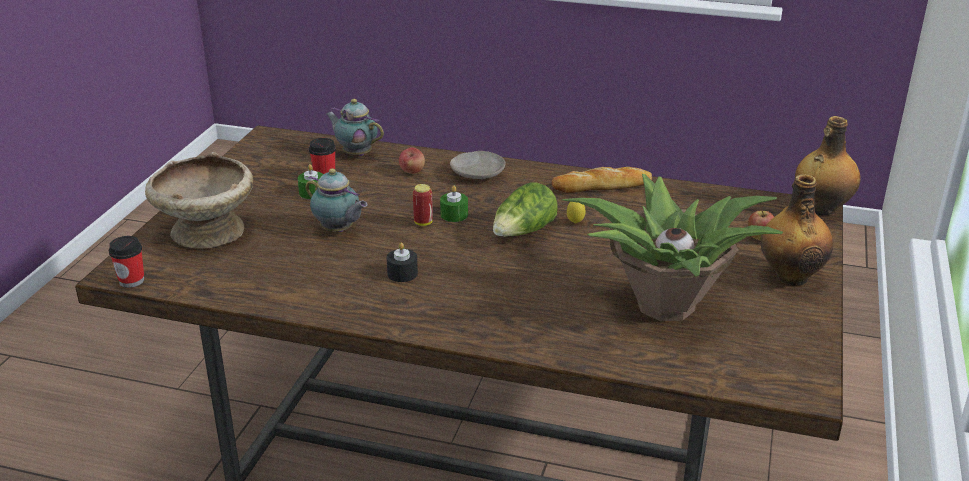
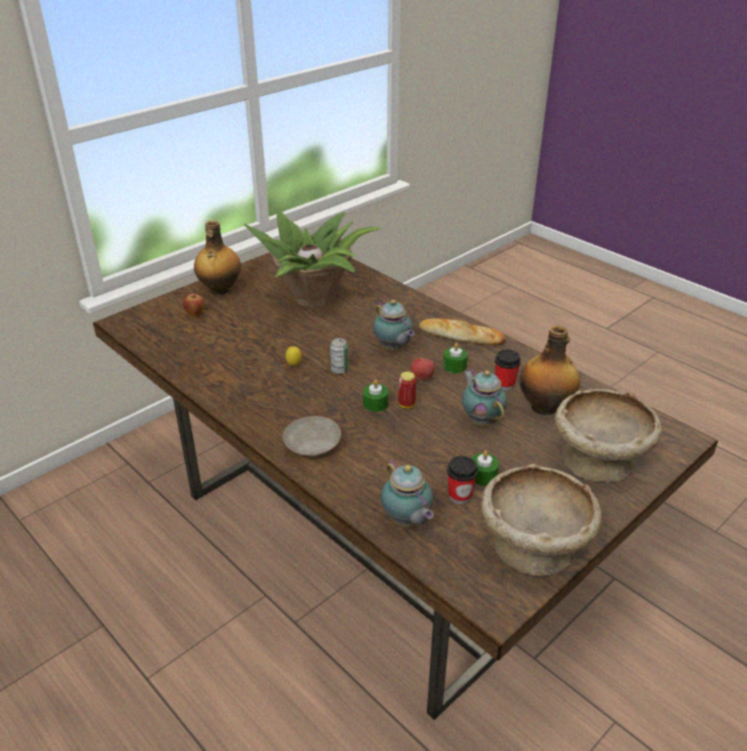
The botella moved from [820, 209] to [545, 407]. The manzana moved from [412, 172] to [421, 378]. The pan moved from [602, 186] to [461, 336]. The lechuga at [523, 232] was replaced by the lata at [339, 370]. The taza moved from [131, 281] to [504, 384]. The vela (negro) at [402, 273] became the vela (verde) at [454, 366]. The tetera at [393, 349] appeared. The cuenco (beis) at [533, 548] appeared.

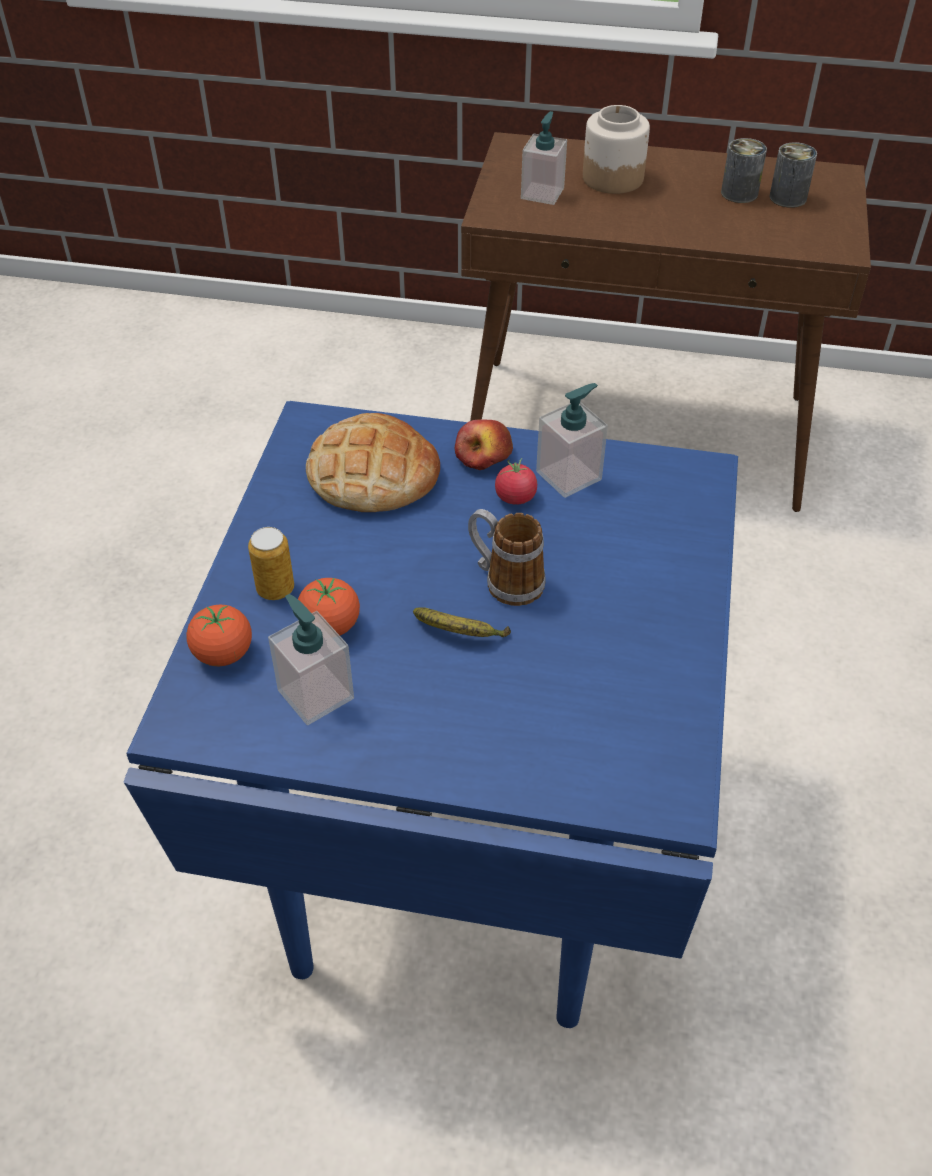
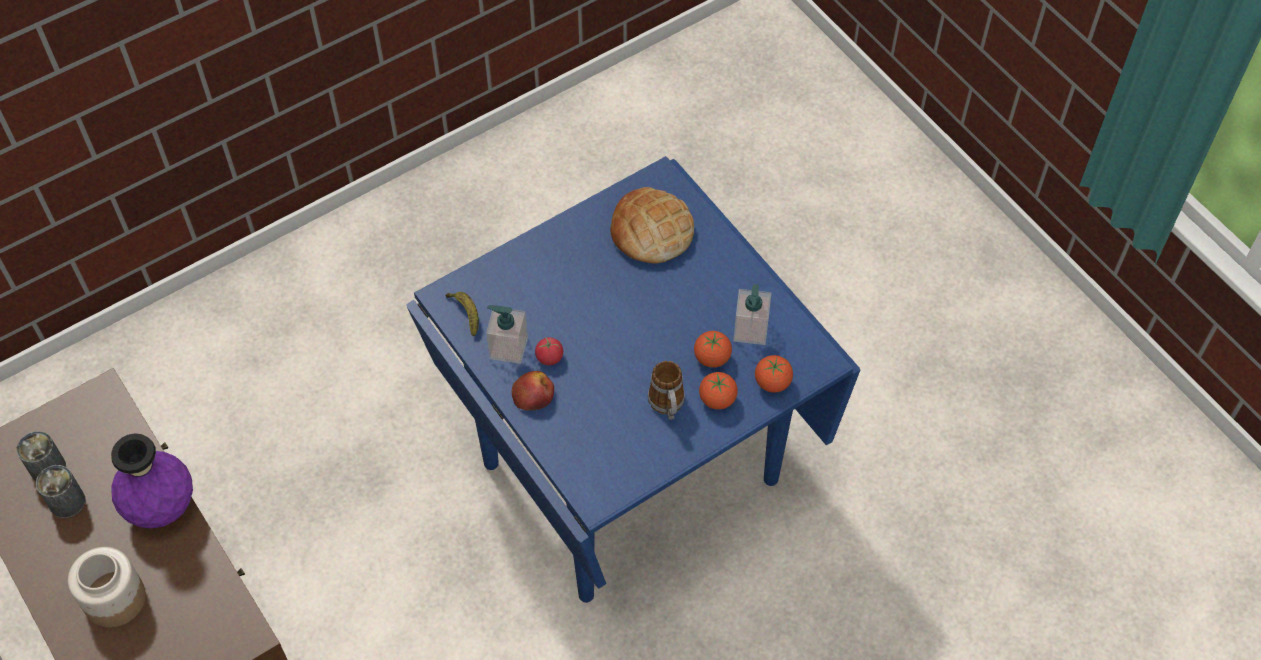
The dispensador de jabón at [542, 193] disappeared. The pan moved from [373, 474] to [651, 231]. The taza grande moved from [505, 580] to [667, 406]. The lata at [275, 589] was replaced by the tomate at [717, 399]. The plátano moved from [460, 633] to [465, 314]. The florero (morado) at [162, 508] appeared.

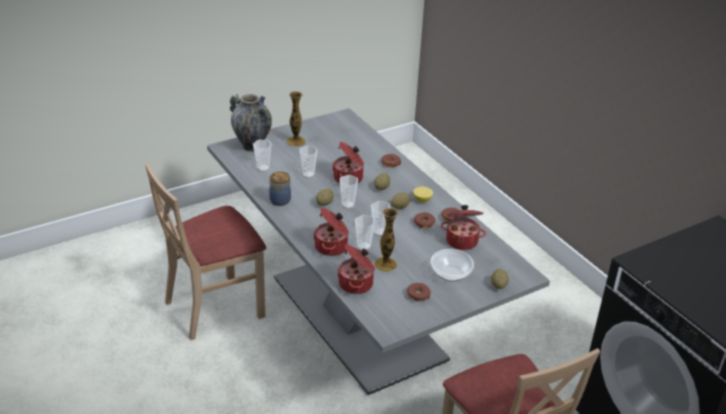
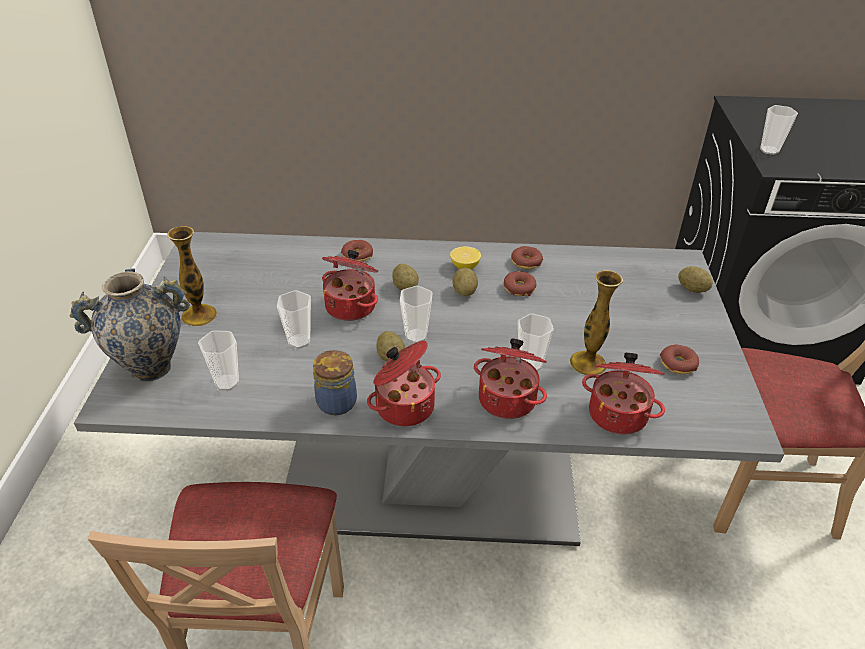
The taza moved from [379, 232] to [769, 150]. The olla moved from [462, 240] to [404, 405]. The cuenco at [450, 274] disappeared.

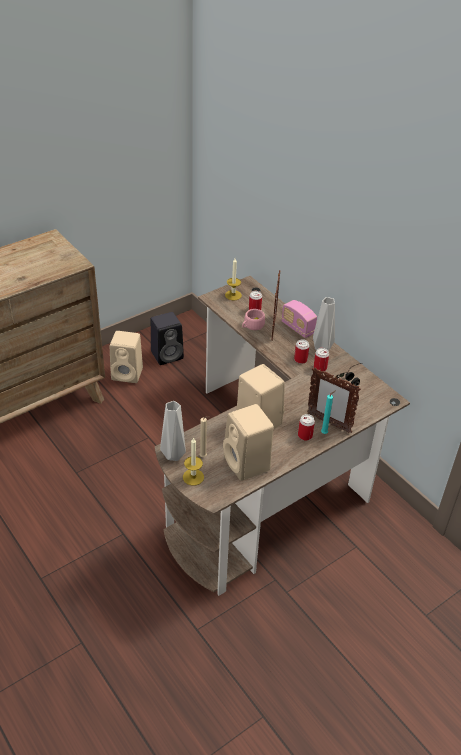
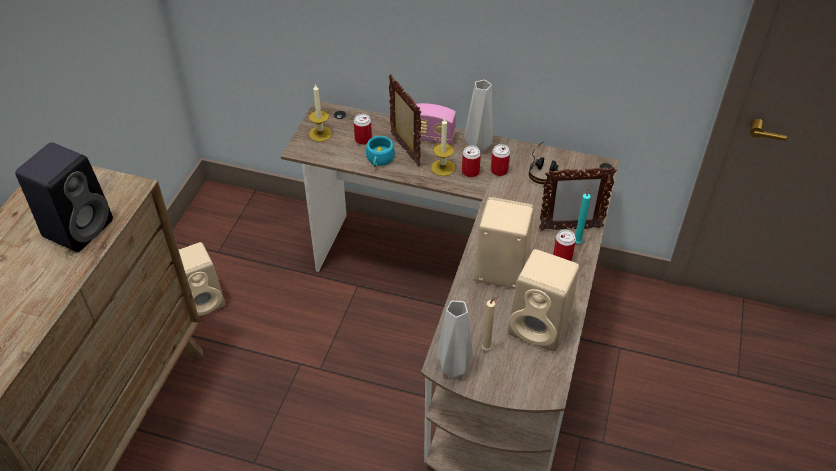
The taza (rosa) at [252, 326] became the taza (turquesa) at [379, 160]. The altavoz (negro) moved from [168, 355] to [79, 227]. The vela moved from [193, 477] to [443, 167].

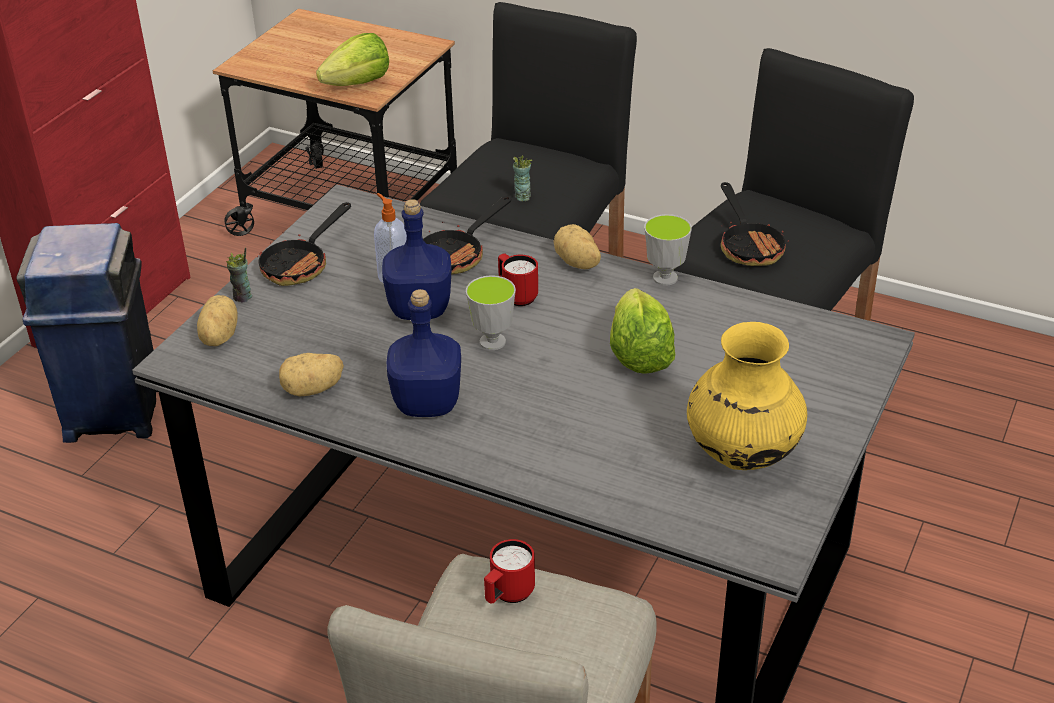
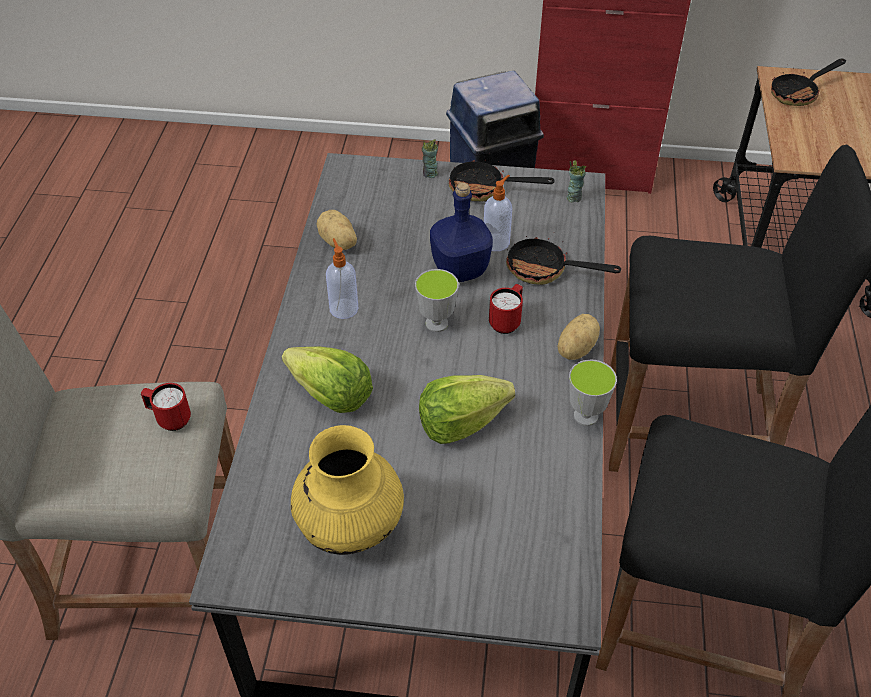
The lechuga moved from [358, 83] to [330, 395]. The taza moved from [522, 196] to [573, 197]. The sartén moved from [749, 245] to [798, 93]. The botella (azul) at [427, 404] was replaced by the dispensador de jabón at [343, 308]. The patata at [218, 337] disappeared.

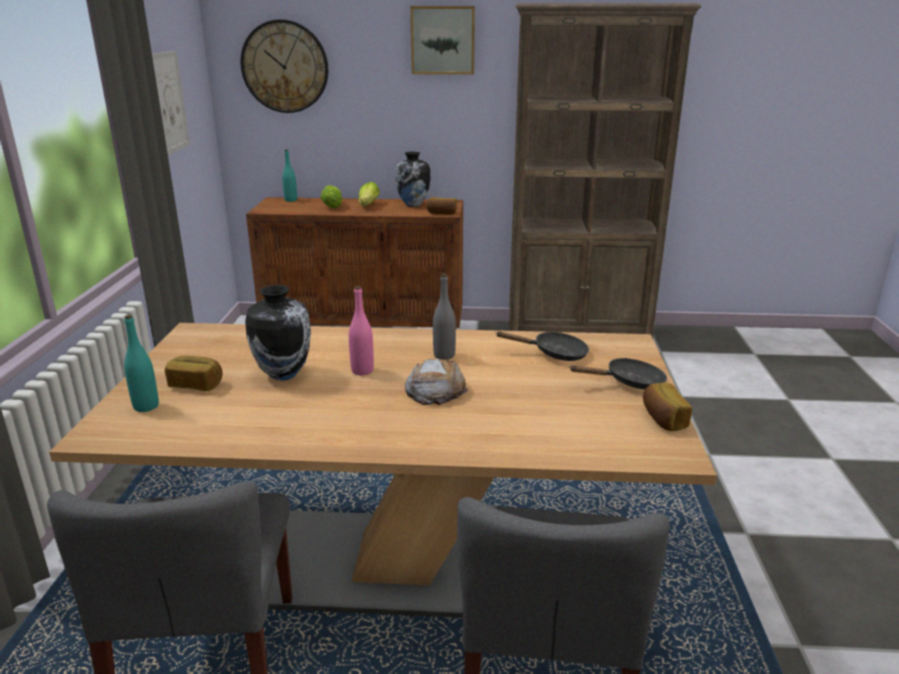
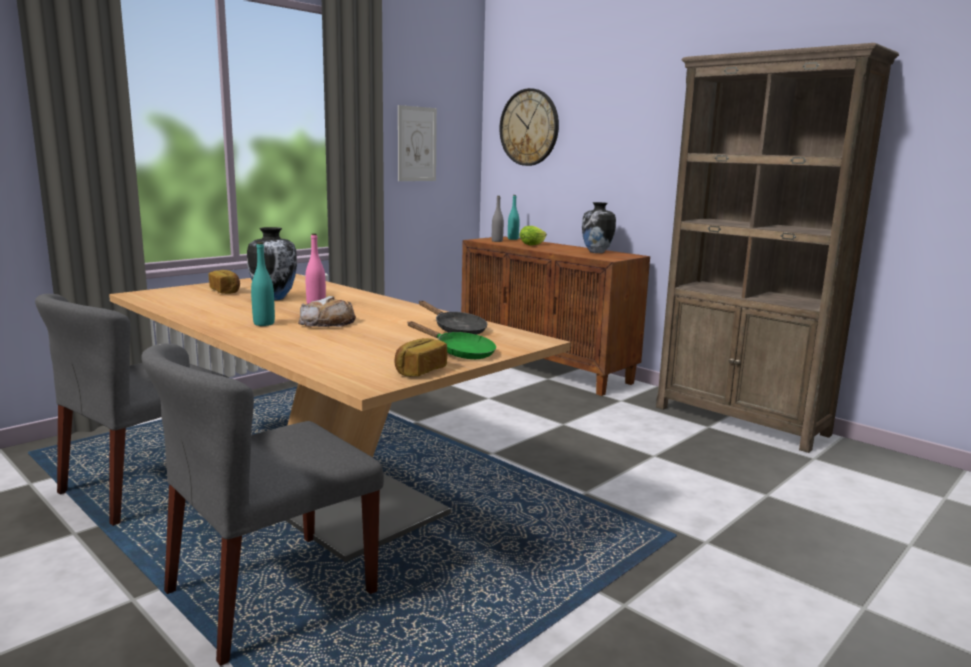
The cuadro at [443, 40] disappeared. The lechuga at [367, 205] disappeared. The pan at [442, 213] disappeared. The botella (gris) moved from [444, 355] to [497, 241]. The botella (turquesa) moved from [146, 406] to [264, 324]. The sartén (negro) at [629, 382] became the sartén (verde) at [460, 353].

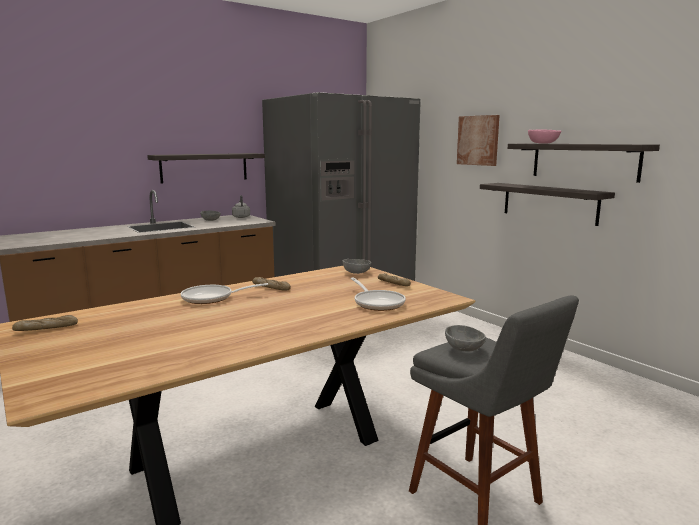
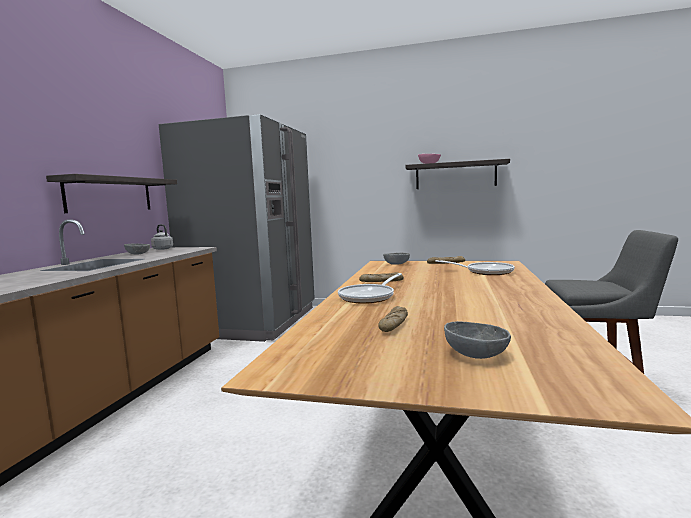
The cuadro at [478, 140] disappeared. The estante at [549, 203] disappeared. The pan moved from [46, 328] to [394, 325]. The cuenco (gris) moved from [464, 348] to [476, 354].

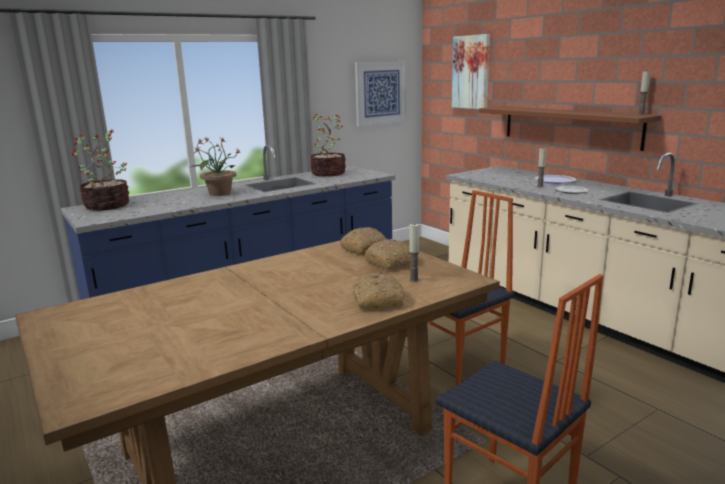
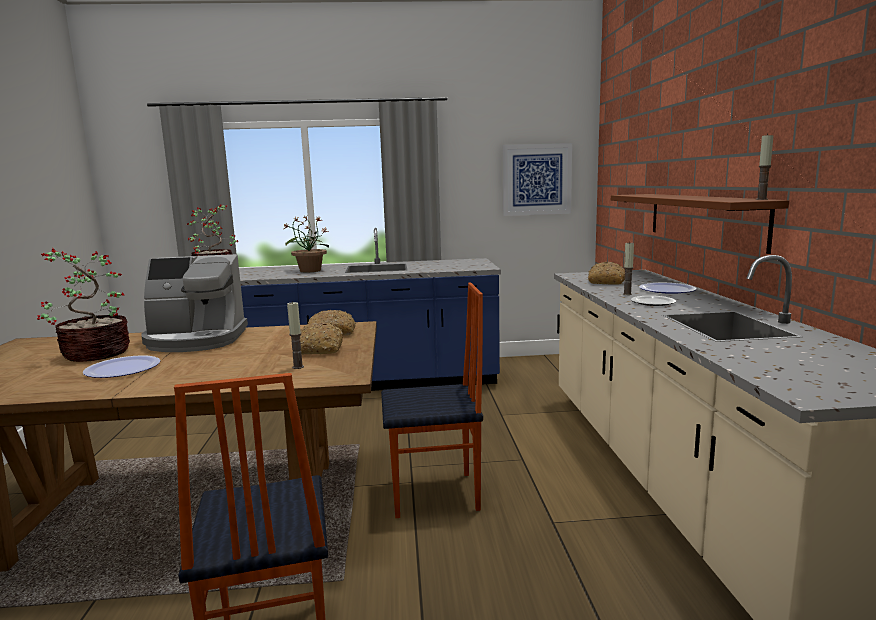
The cuadro at [471, 72] disappeared. The planta en maceta moved from [328, 174] to [94, 354]. The pan moved from [377, 300] to [606, 281]. The cafetera at [196, 340] appeared. The plato at [123, 369] appeared.

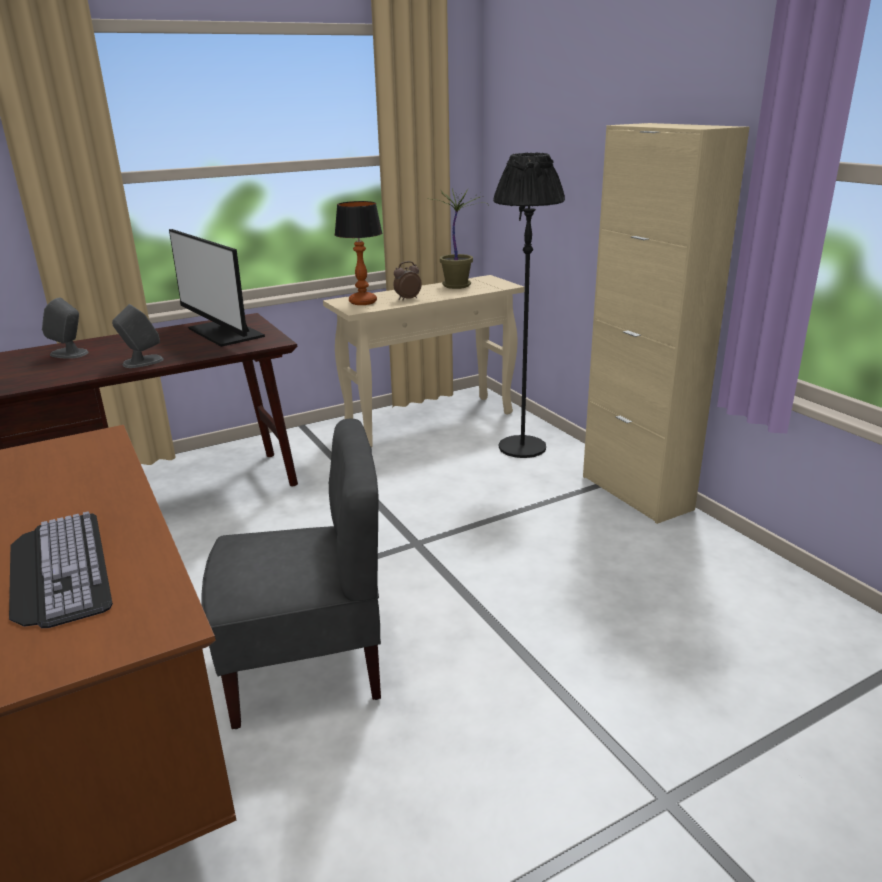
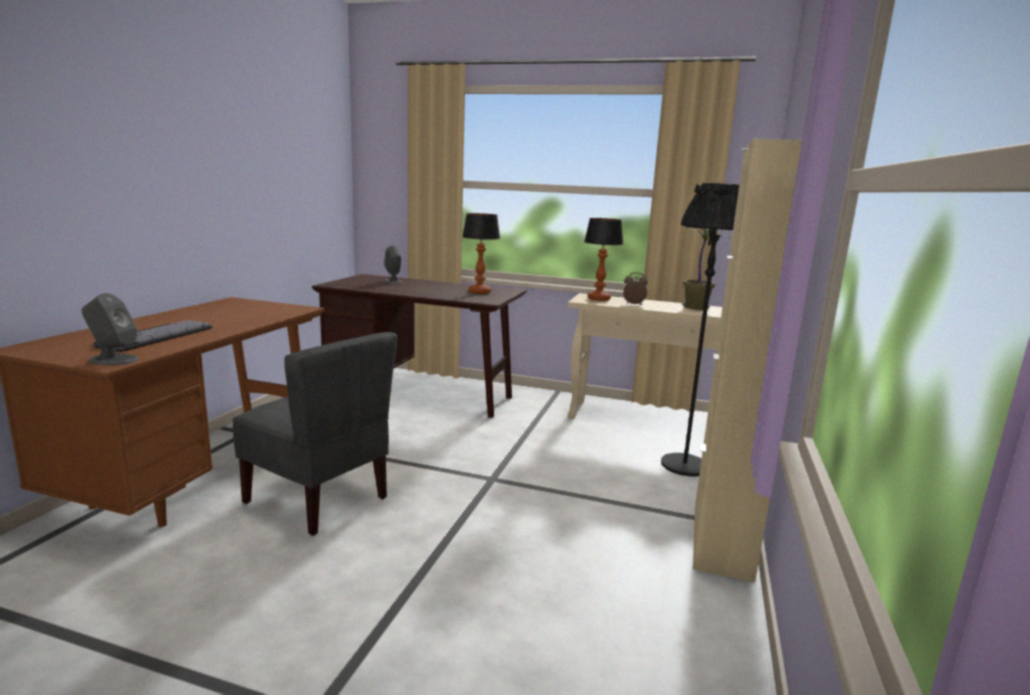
The monitor at [224, 333] was replaced by the lámpara de mesa at [480, 292]. The altavoz (gris) moved from [142, 362] to [113, 360].

